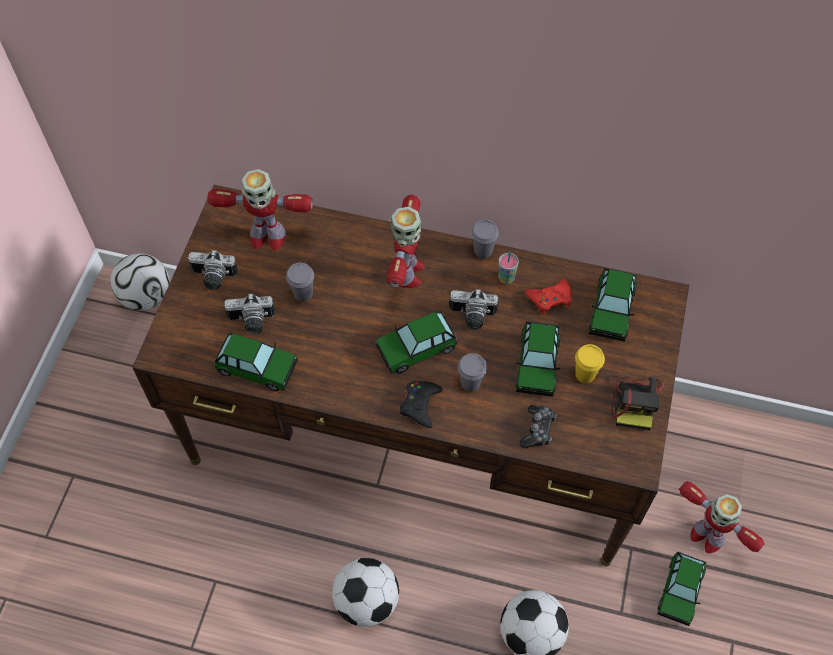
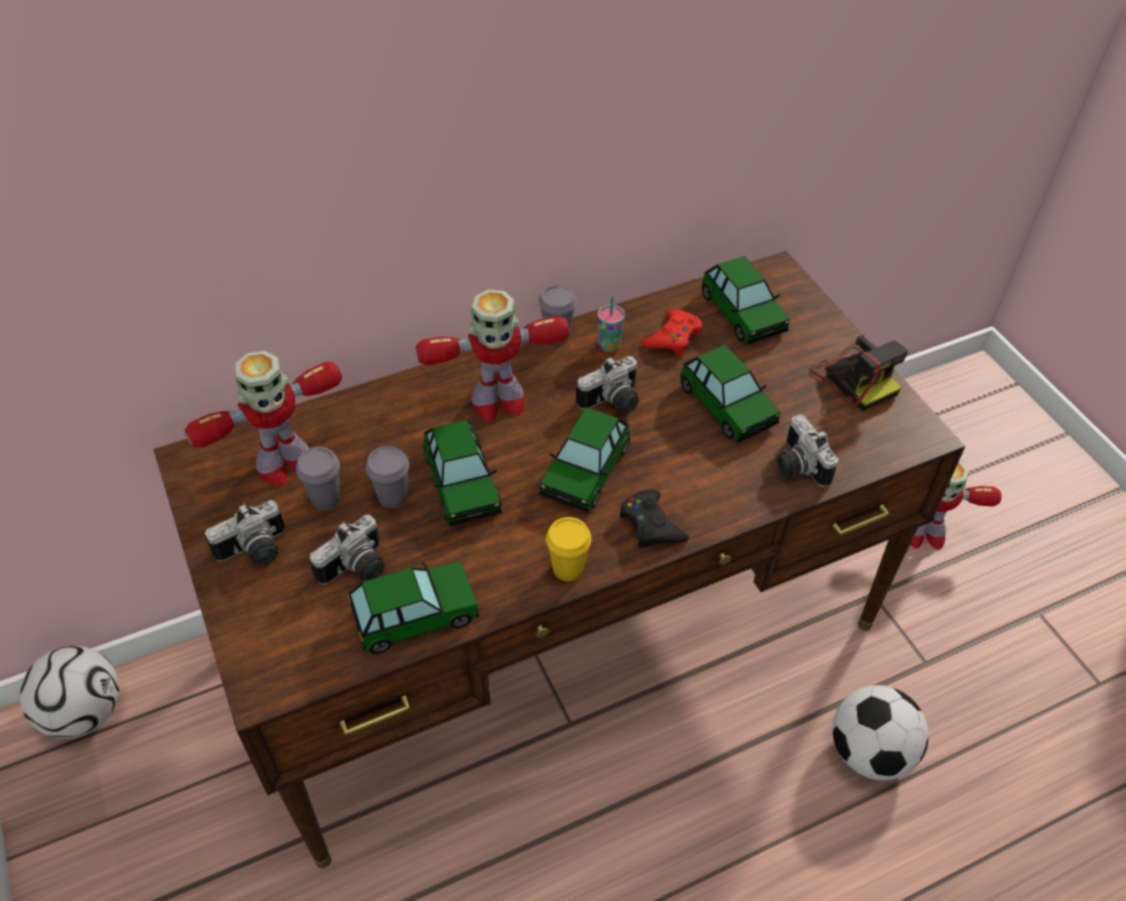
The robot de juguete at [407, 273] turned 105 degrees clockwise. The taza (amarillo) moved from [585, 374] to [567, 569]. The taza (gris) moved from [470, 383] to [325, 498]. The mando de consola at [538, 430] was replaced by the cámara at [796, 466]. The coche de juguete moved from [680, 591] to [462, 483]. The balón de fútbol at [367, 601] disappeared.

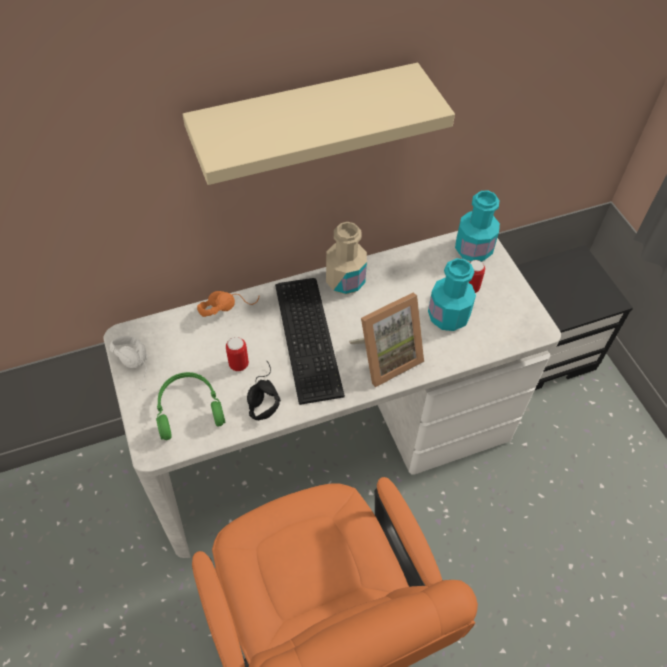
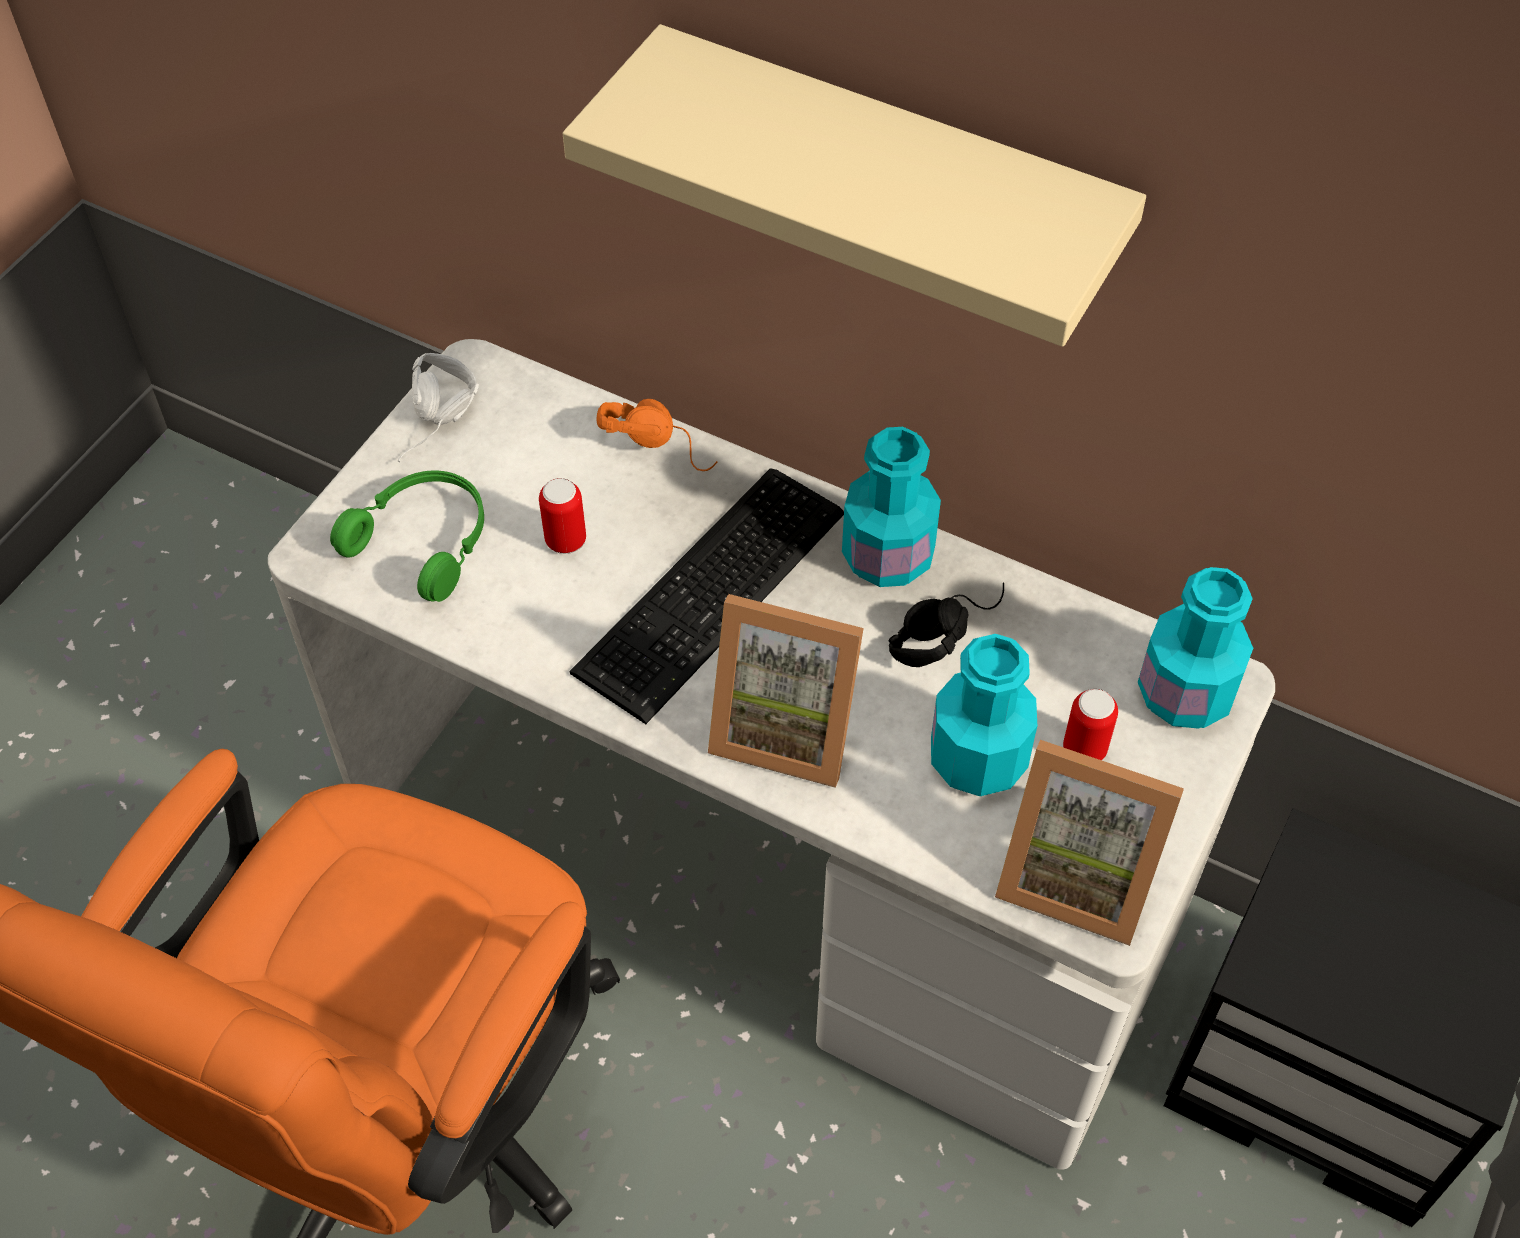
The botella (beis) at [345, 281] became the botella (turquesa) at [887, 555]. The auriculares (negro) moved from [260, 394] to [942, 628]. The portarretratos at [1077, 874] appeared.

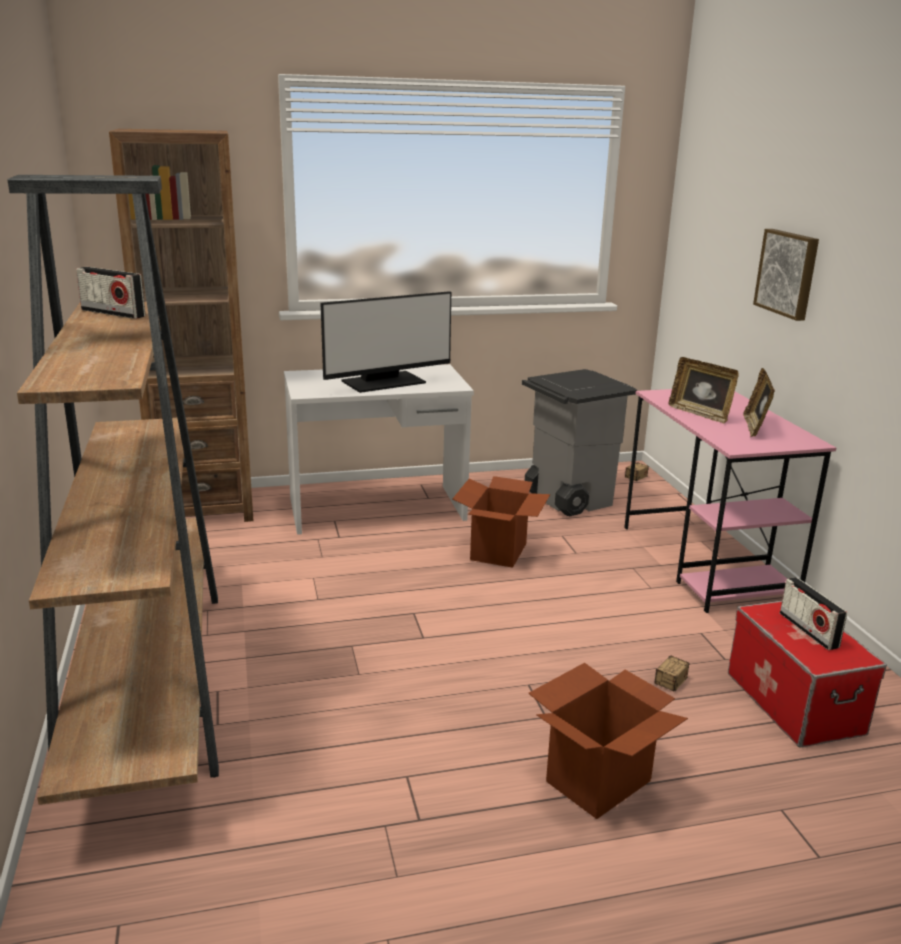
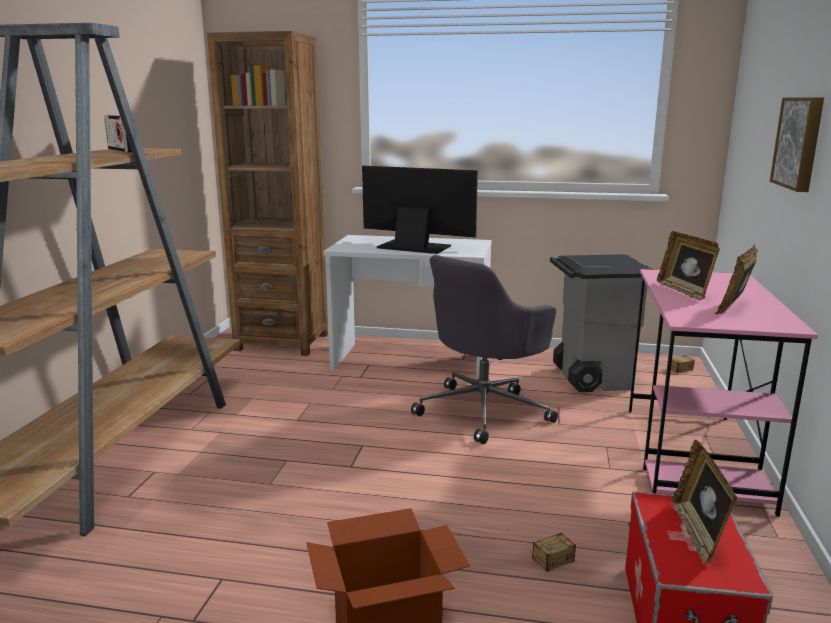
The monitor at [384, 382] turned 150 degrees counterclockwise. The caja de cartón at [498, 552] was replaced by the silla de oficina (gris) at [484, 410]. The radio at [808, 630] was replaced by the portarretratos at [698, 534].

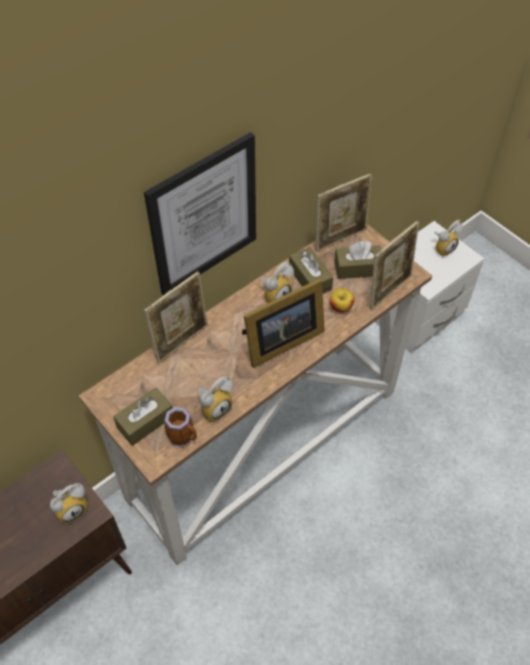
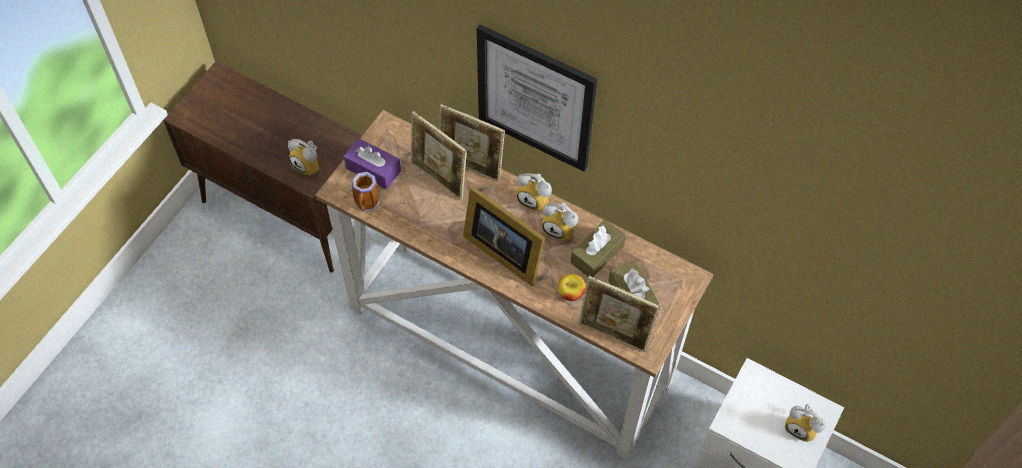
The portarretratos moved from [340, 238] to [439, 179]. The despertador moved from [215, 407] to [536, 200]. The caja de pañuelos (marrón) at [145, 422] became the caja de pañuelos (morado) at [373, 169].

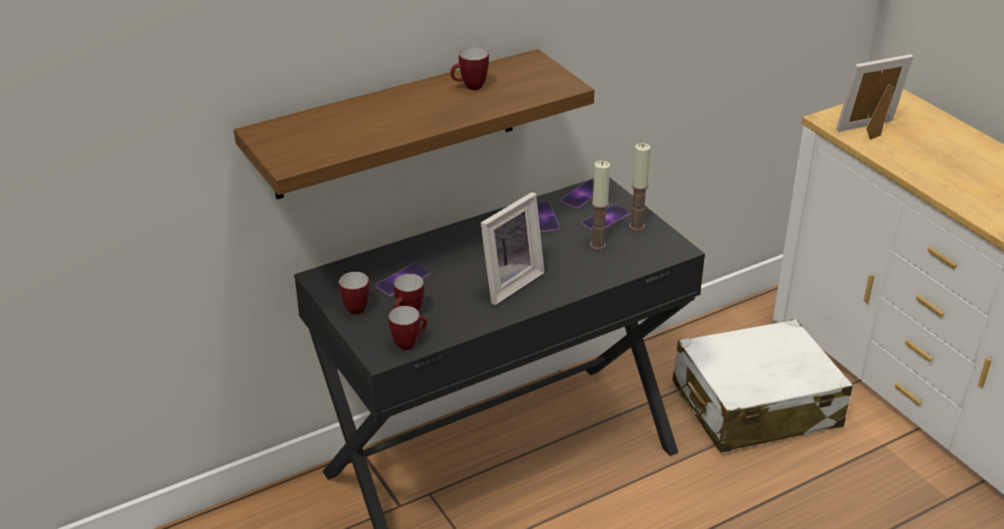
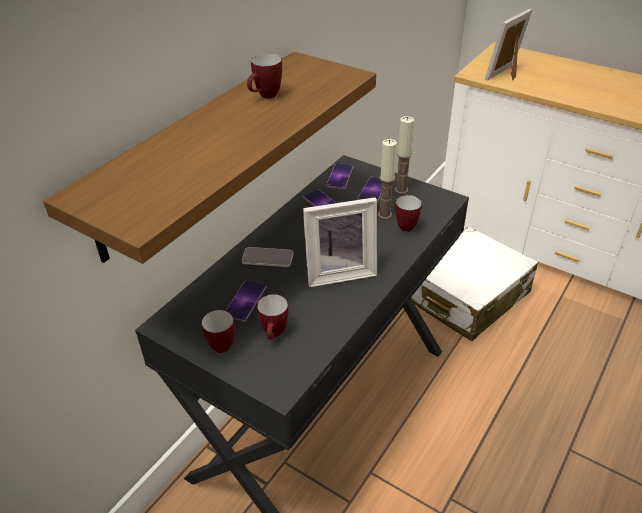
The portarretratos at [508, 282] turned 60 degrees clockwise. The taza grande moved from [409, 343] to [407, 225]. The móvil at [267, 258] appeared.

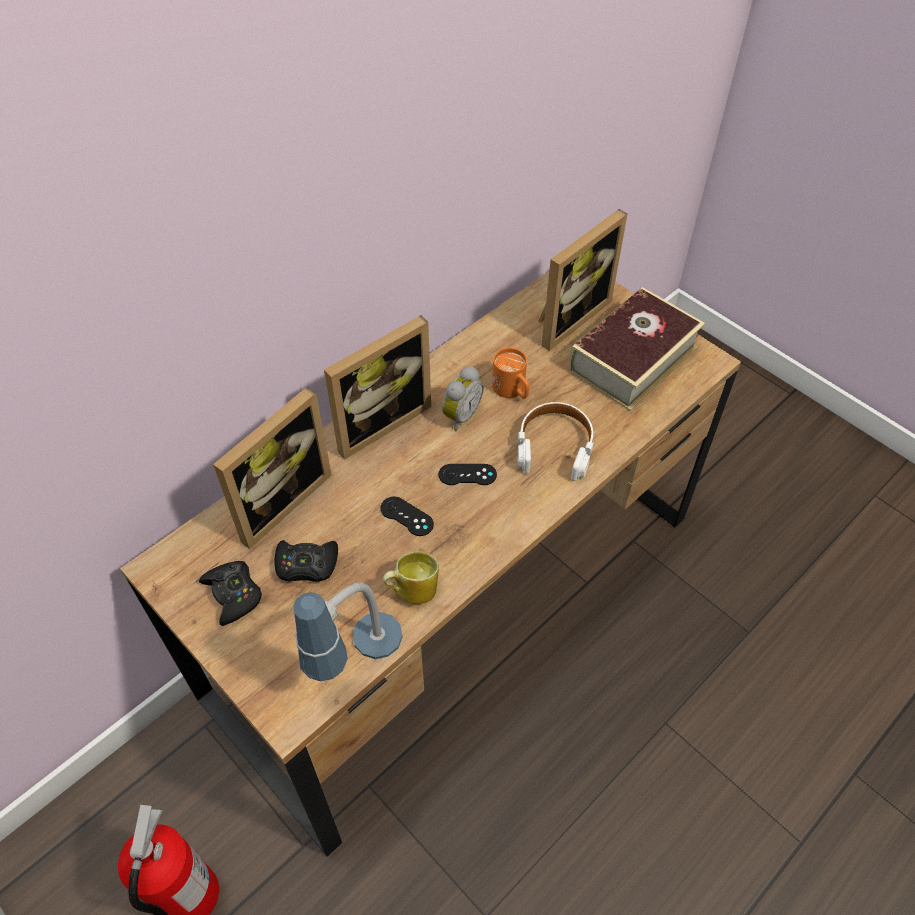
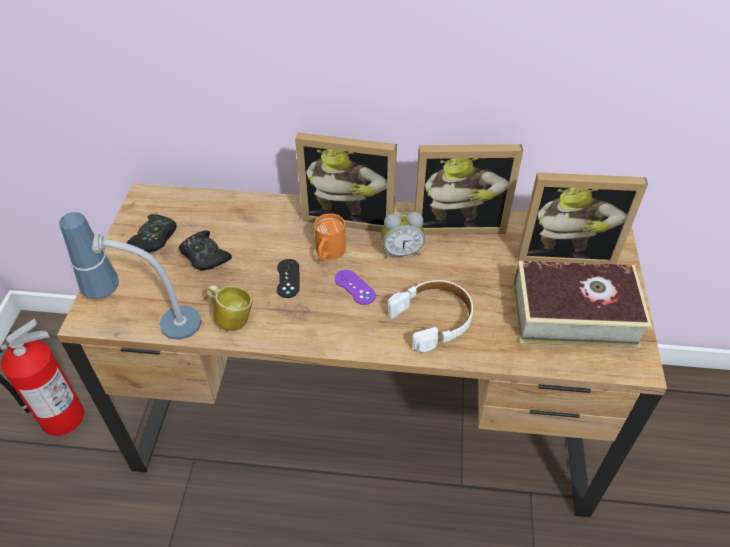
The taza grande (naranja) moved from [512, 391] to [328, 254]. The portarretratos moved from [277, 500] to [458, 223]. The mando de consola (negro) at [467, 475] became the mando de consola (morado) at [355, 287].

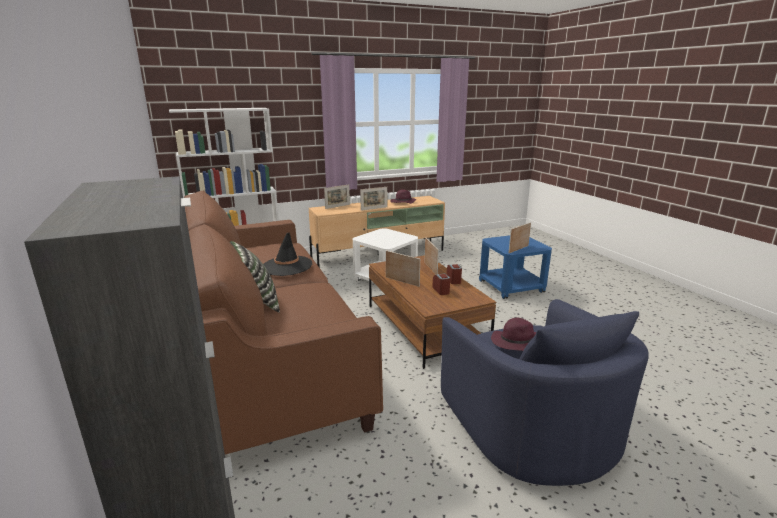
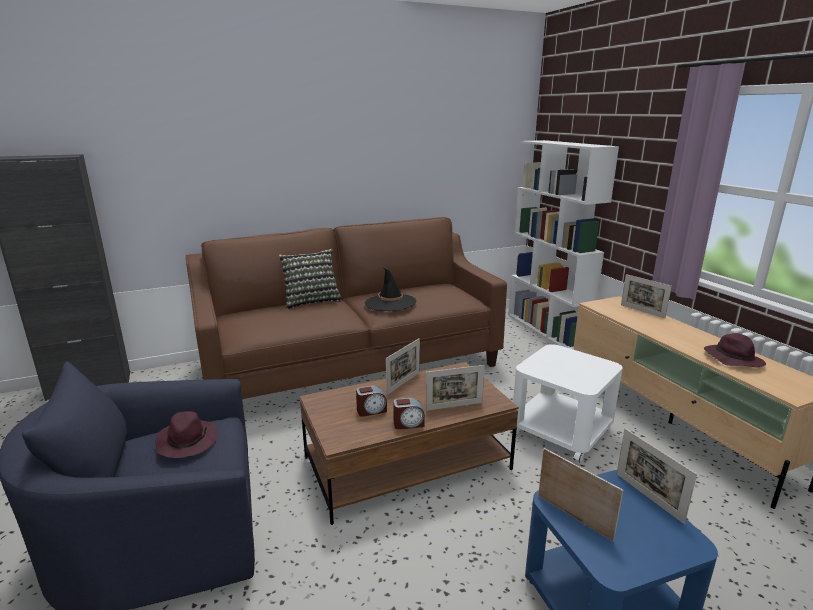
The portarretratos moved from [374, 208] to [648, 497].

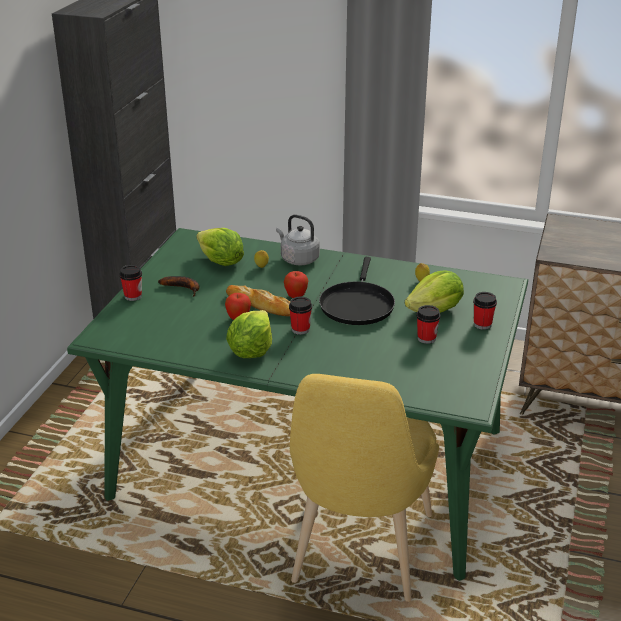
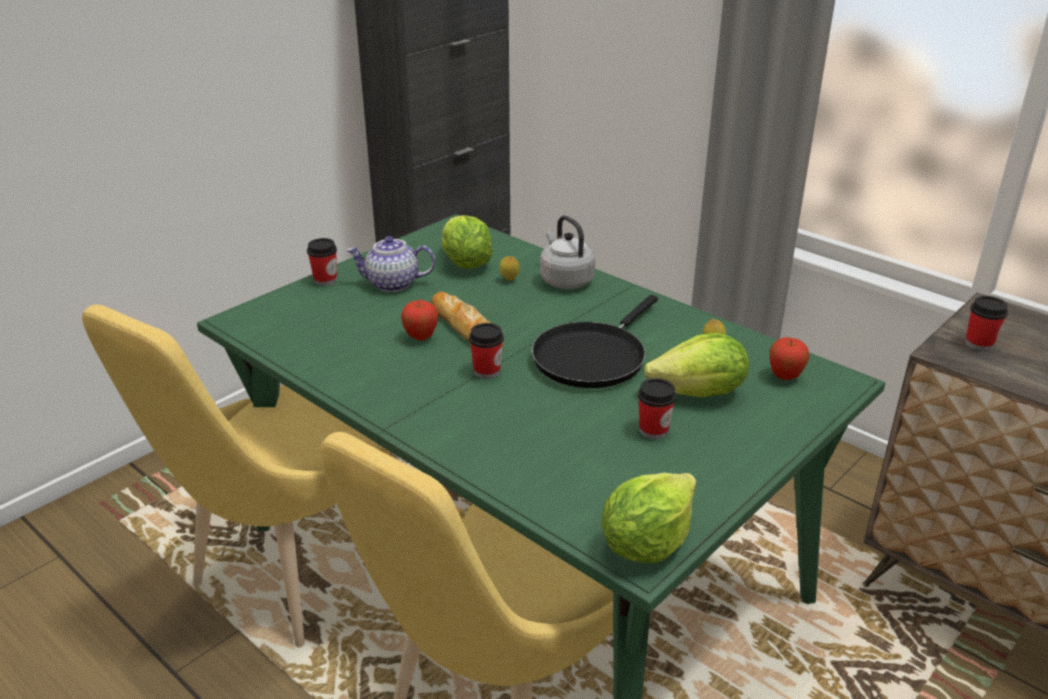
The manzana moved from [296, 296] to [785, 377]. The plátano at [184, 288] was replaced by the tetera at [392, 284]. The taza moved from [482, 324] to [979, 344]. The lechuga moved from [251, 351] to [647, 543]. The silla (amarillo) at [291, 576] appeared.

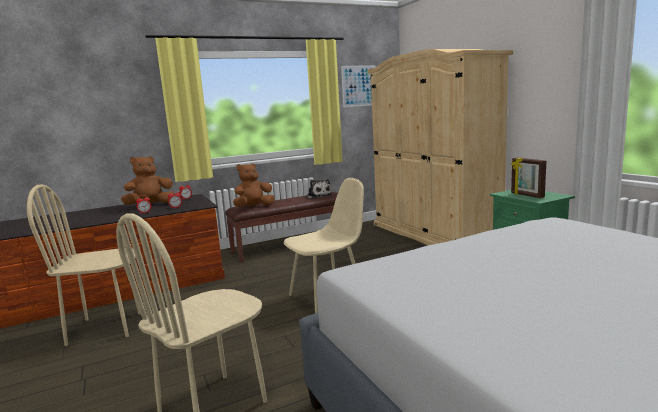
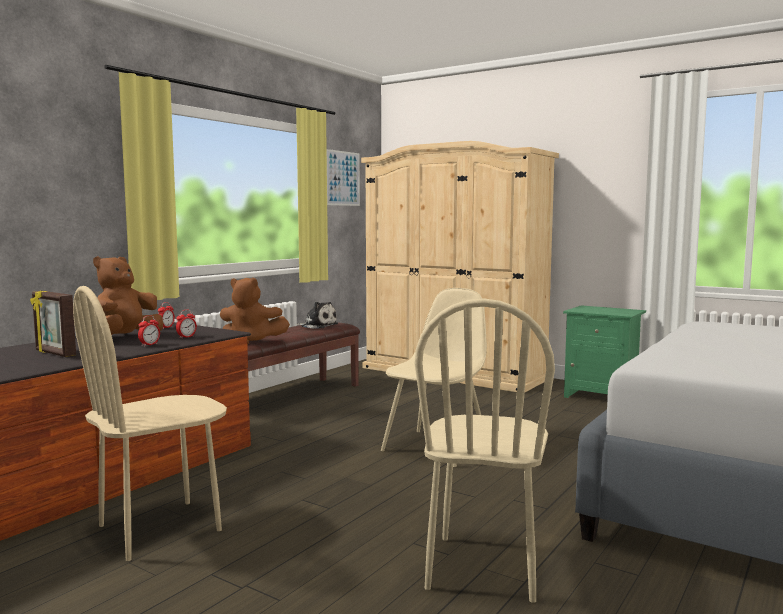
The portarretratos moved from [526, 195] to [54, 353]. The peluche (marrón) at [254, 207] turned 105 degrees counterclockwise.

